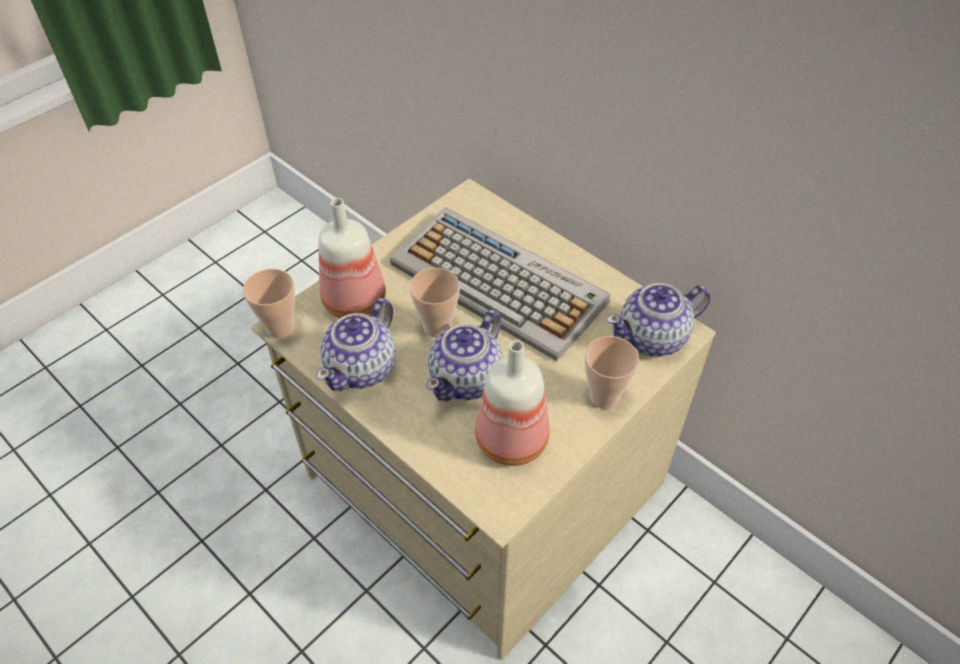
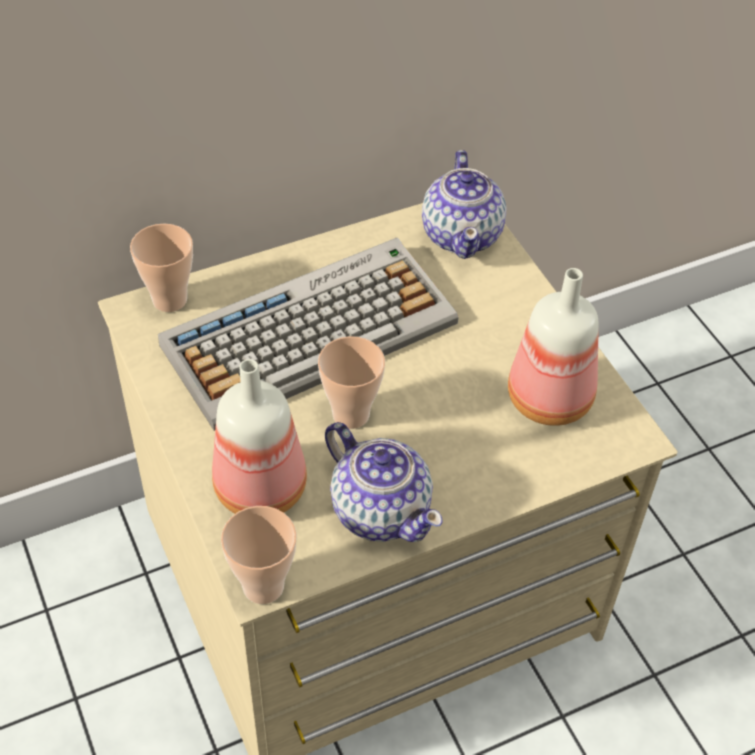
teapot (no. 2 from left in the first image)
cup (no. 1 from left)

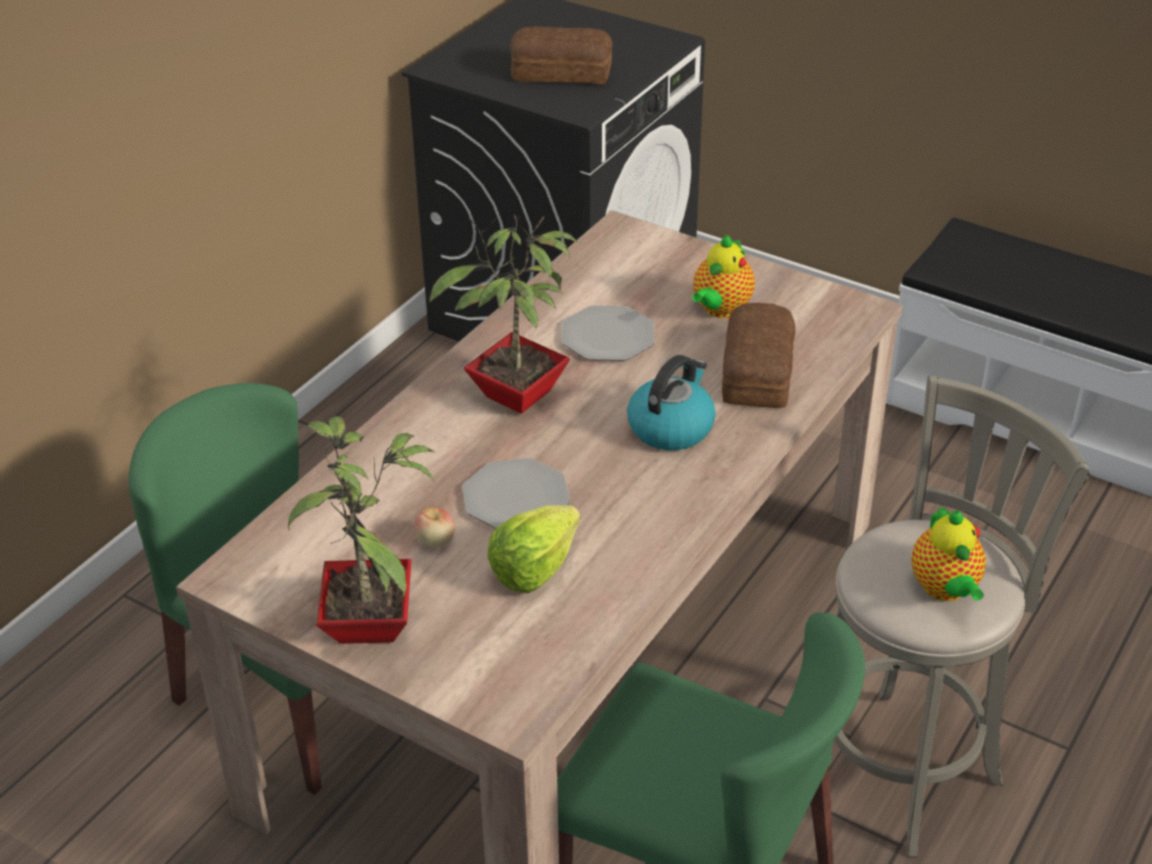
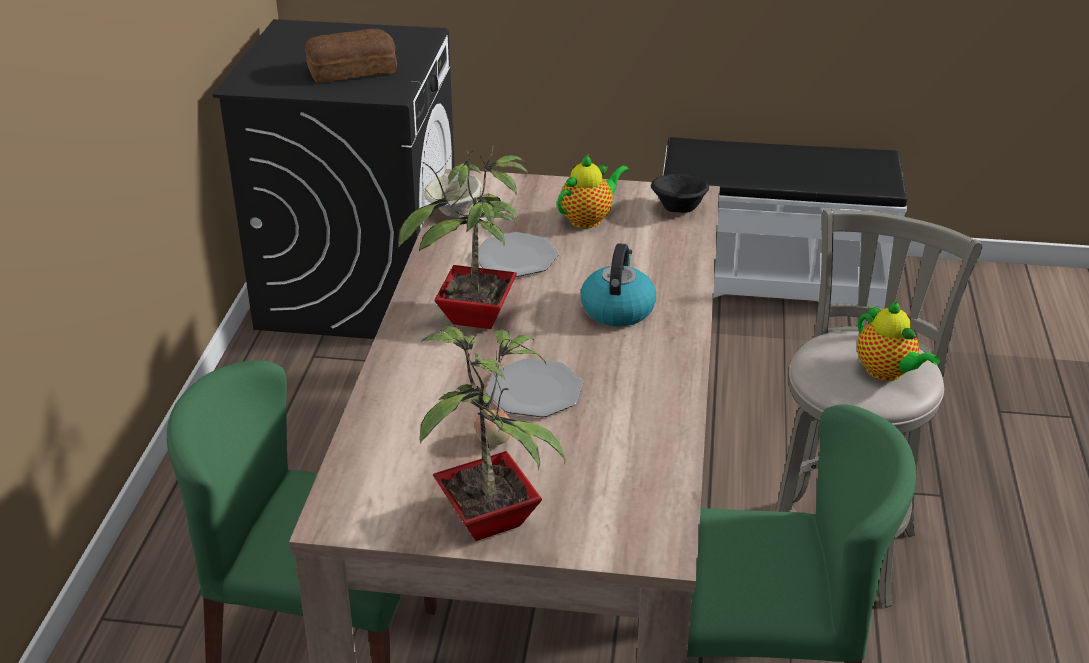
lettuce
bread (no. 2 from left in the first image)
beige bowl
black bowl
teapot (no. 1 from left)

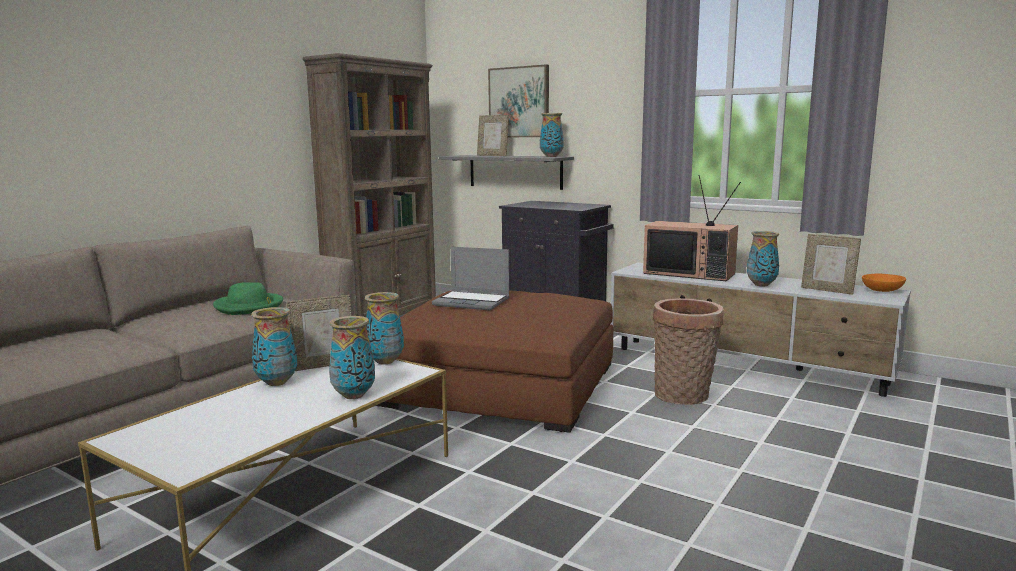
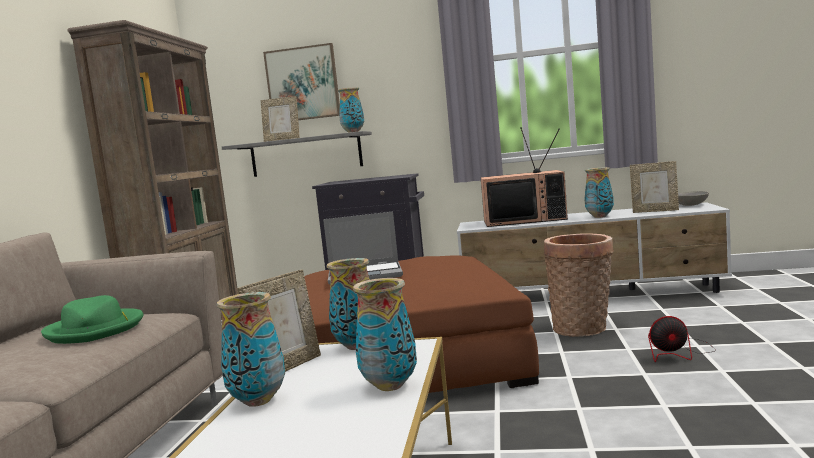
fan
grey bowl

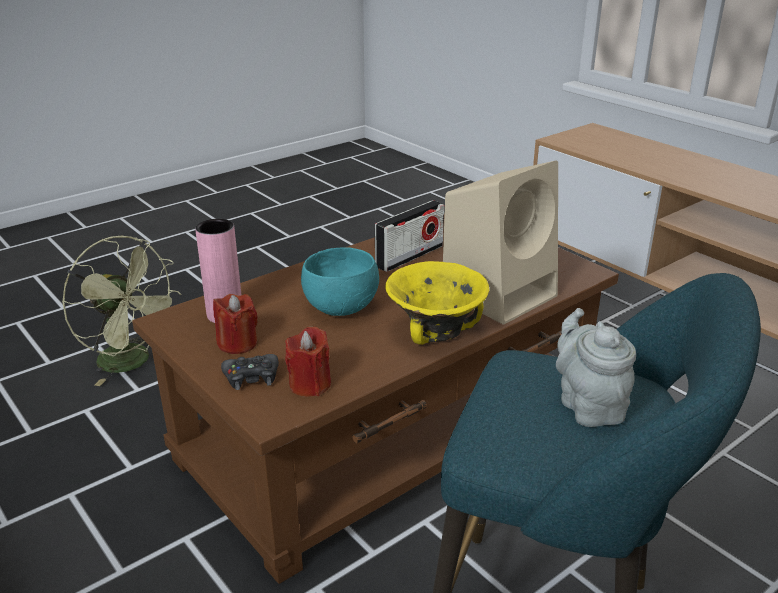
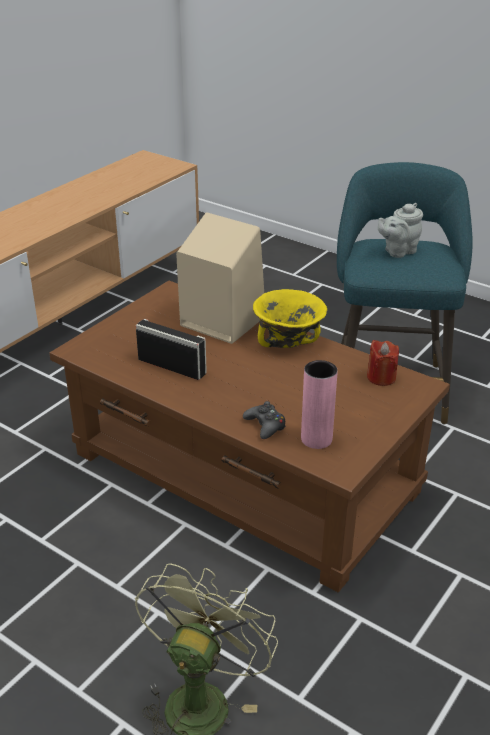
red candle (no. 1 from left in the first image)
turquoise bowl
black game controller

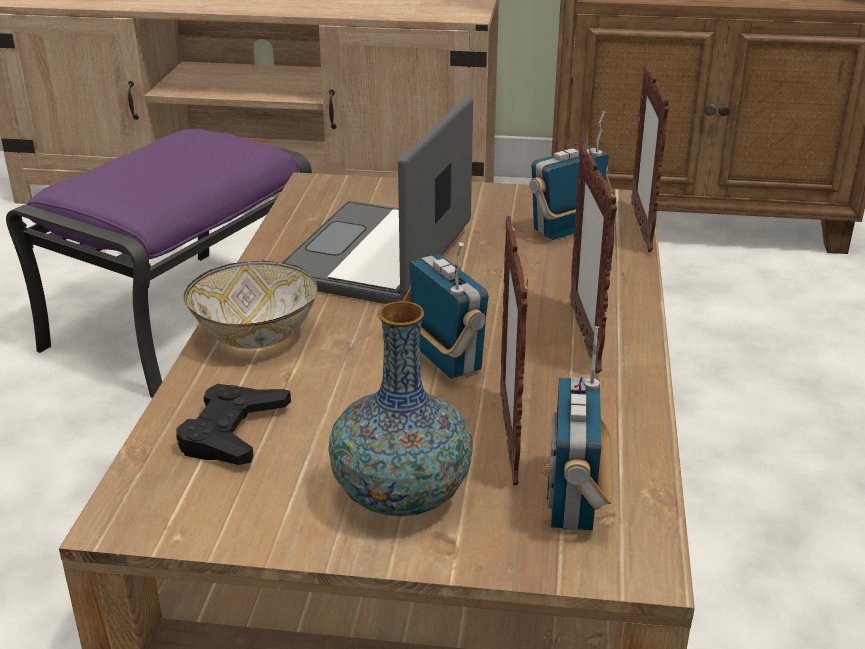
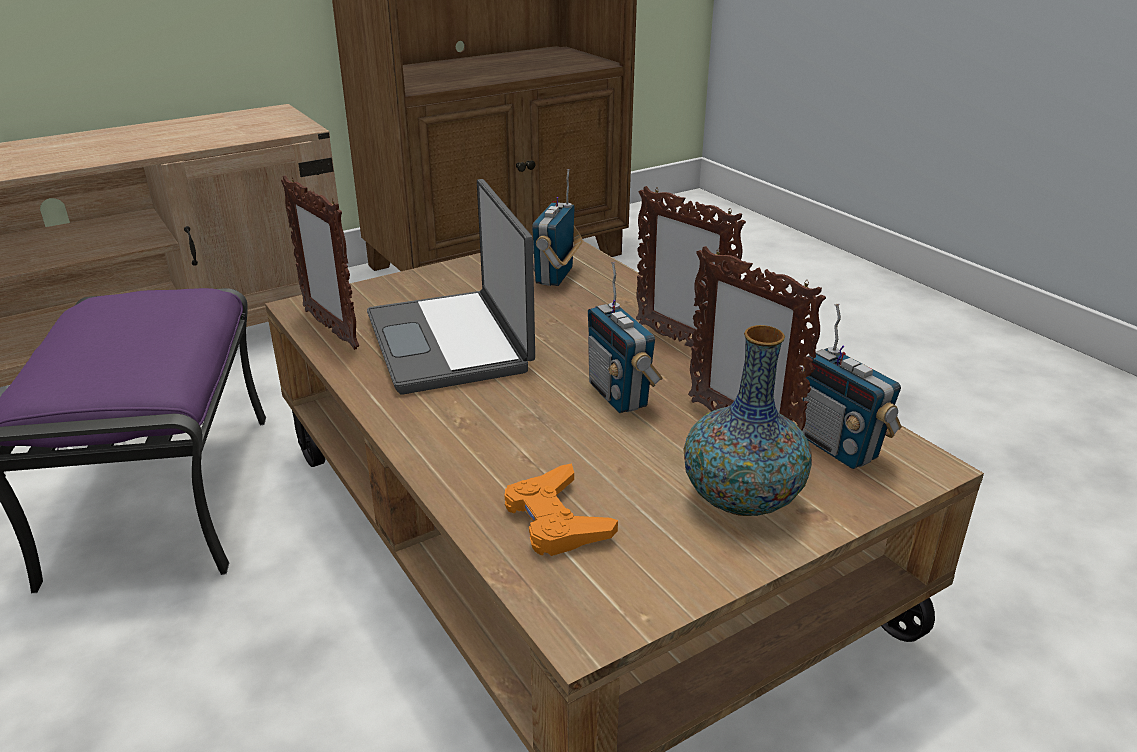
bowl
picture frame (no. 1 from left)
orange game controller
radio (no. 2 from left)

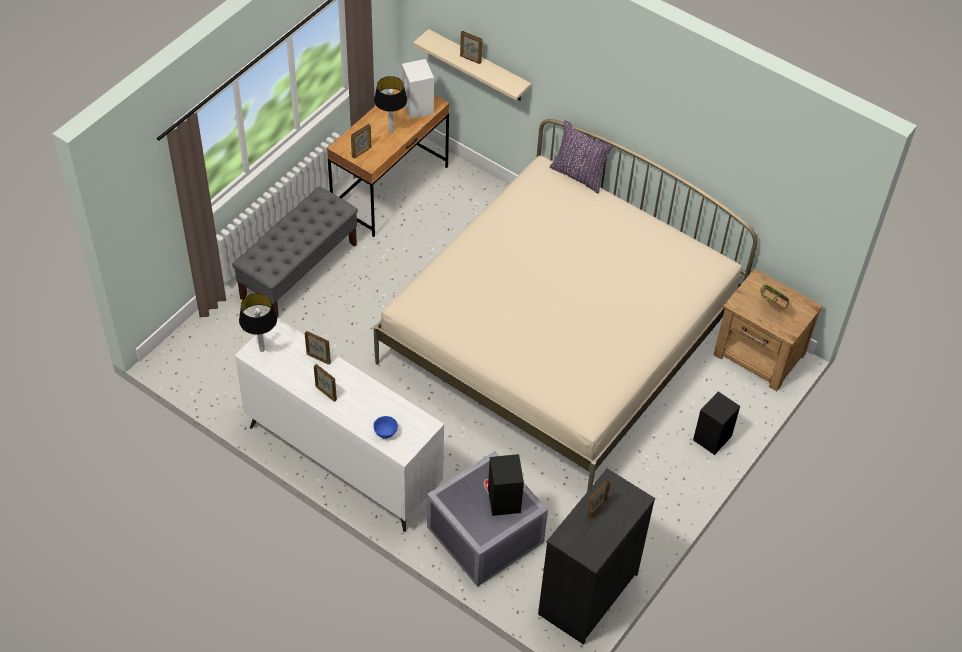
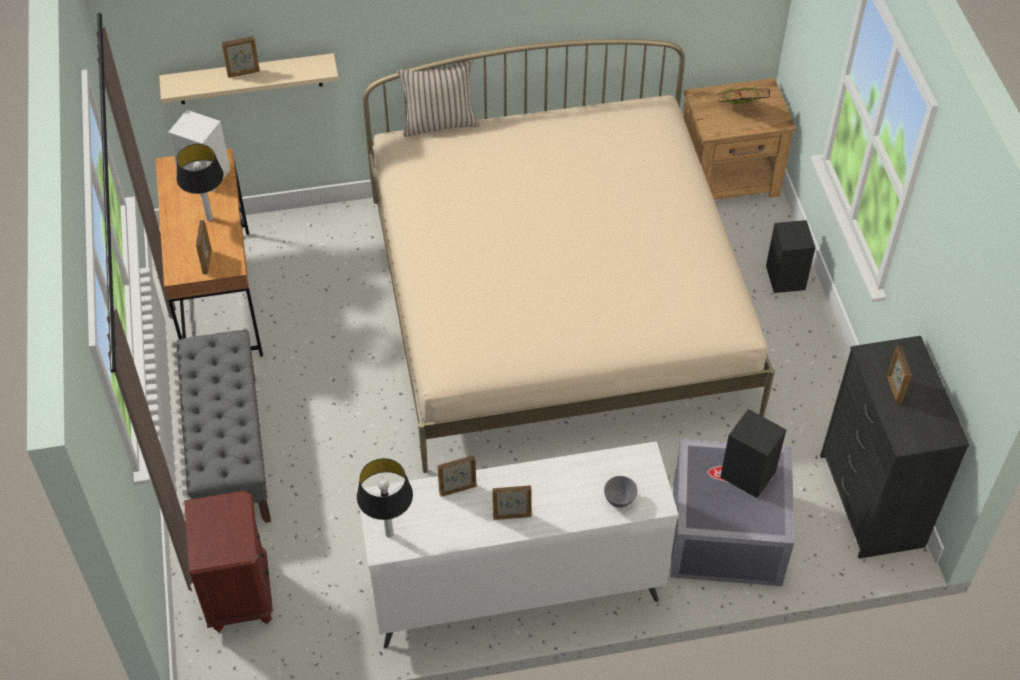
brown nightstand (no. 1 from left)
grey bowl
beige pillow

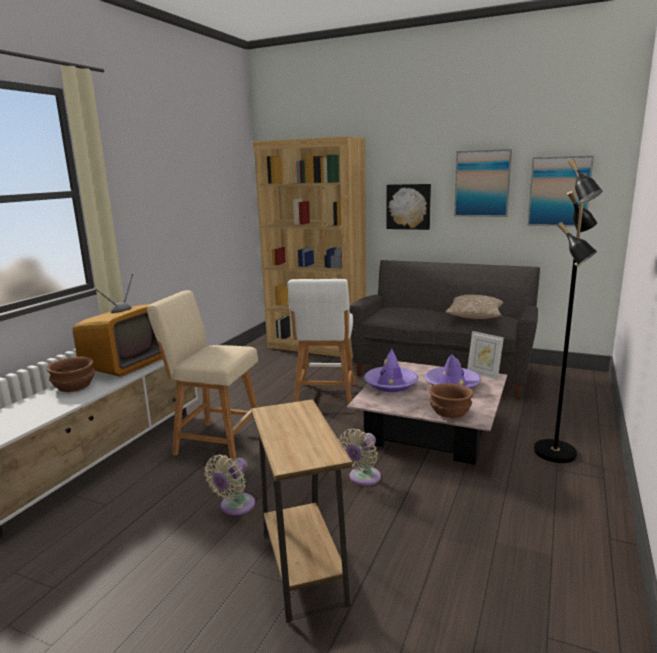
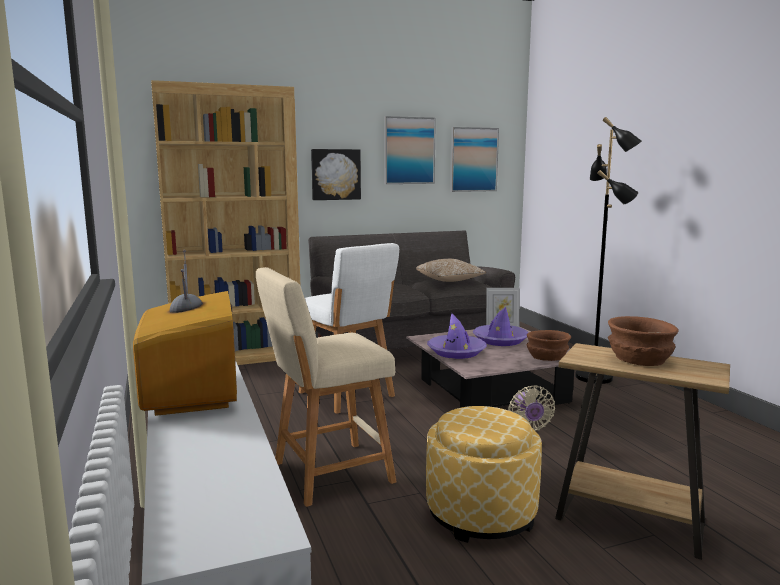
brown bowl (no. 2 from left)
ottoman

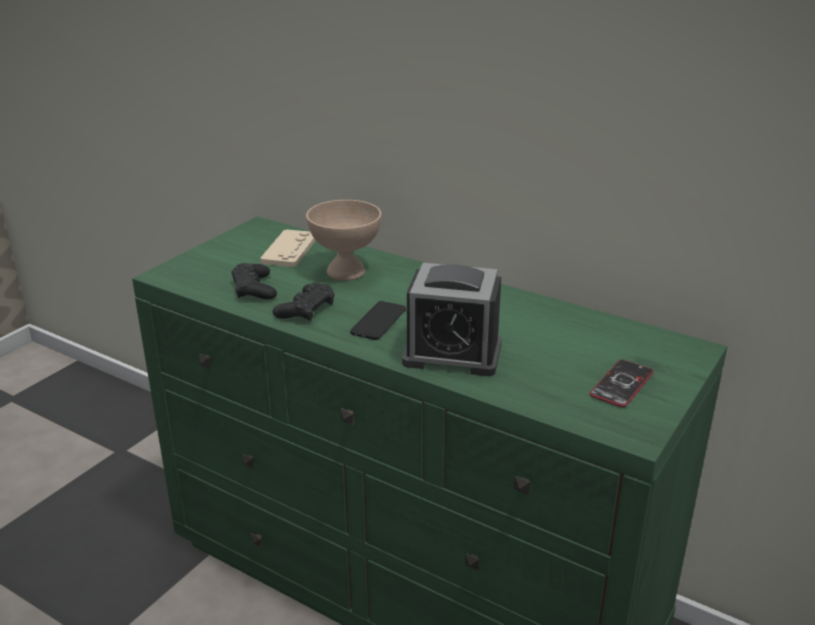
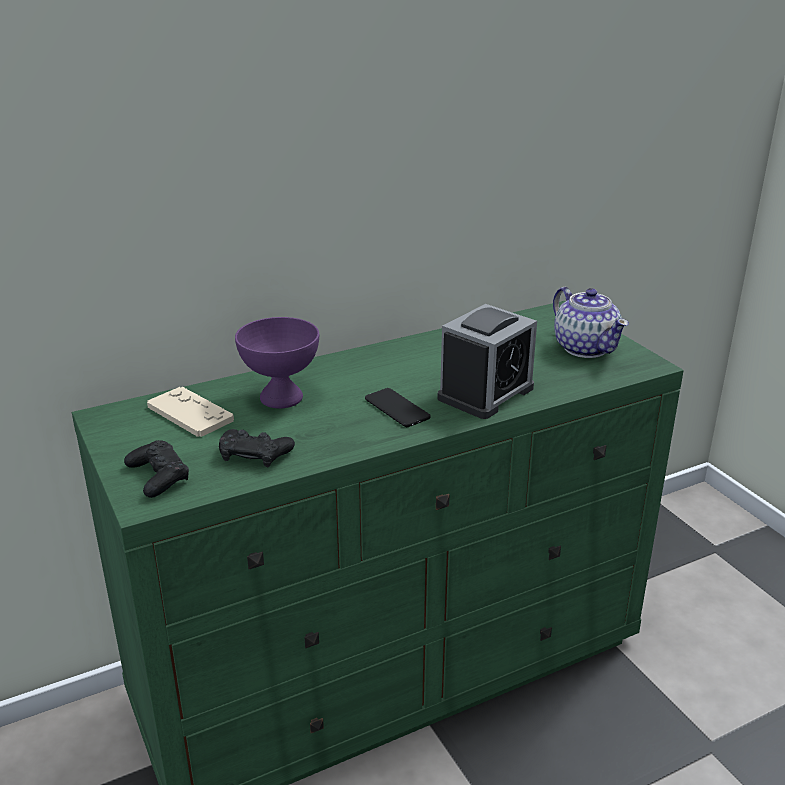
black game controller (no. 1 from left)
teapot
purple bowl

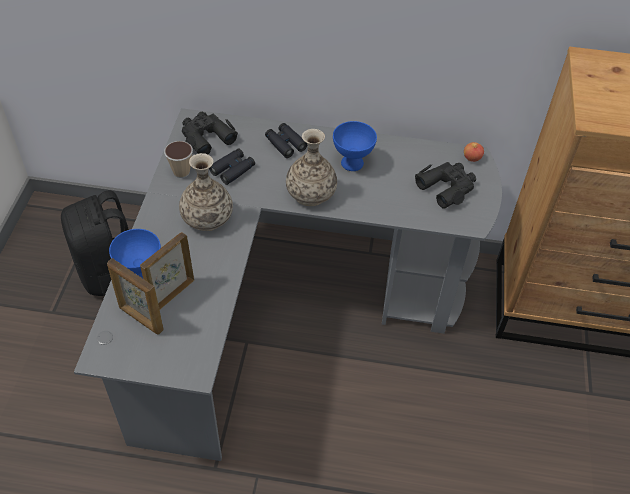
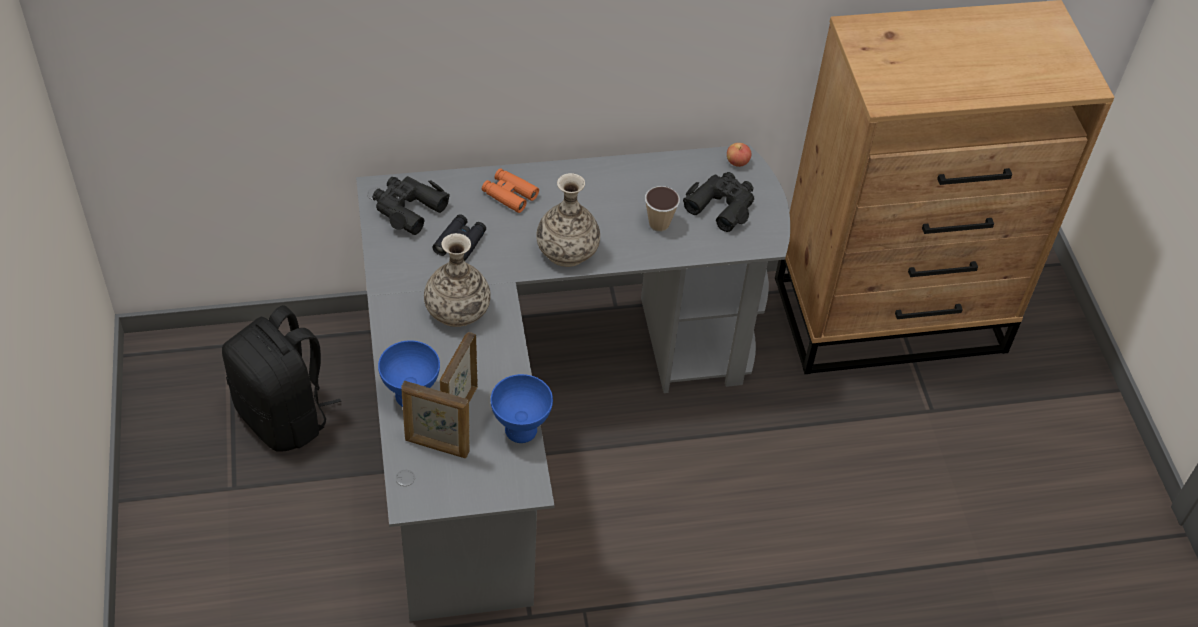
cup
blue bowl (no. 2 from left)
orange binoculars

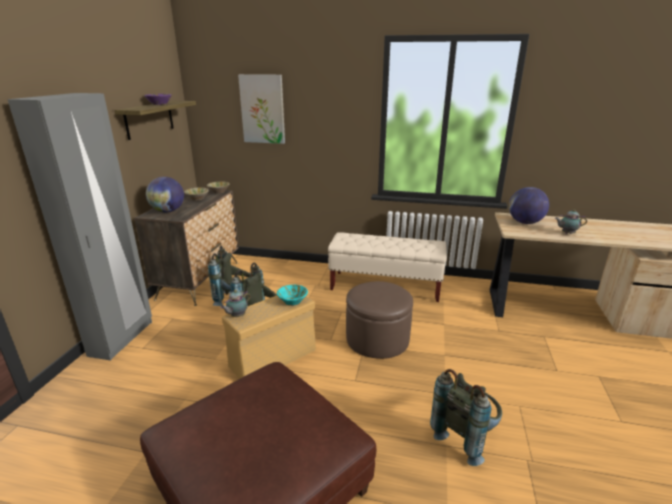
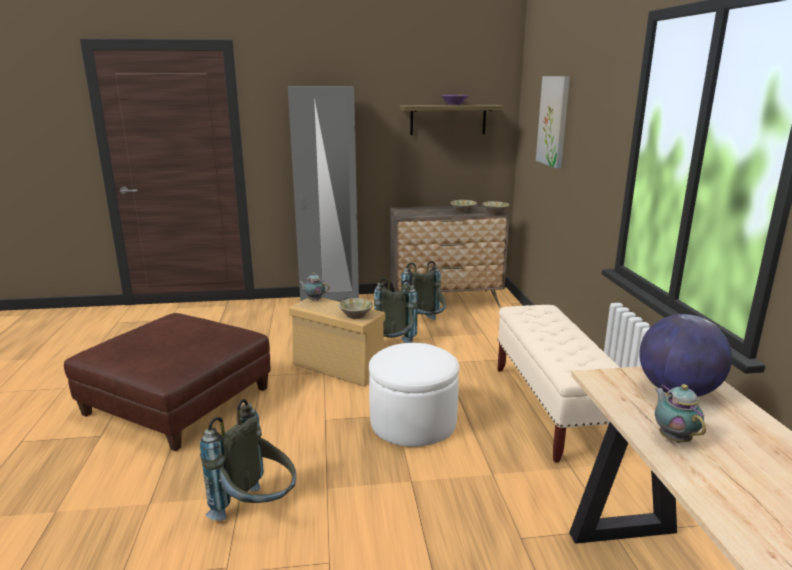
globe (no. 1 from left in the first image)
beige bowl (no. 1 from left)
white ottoman

